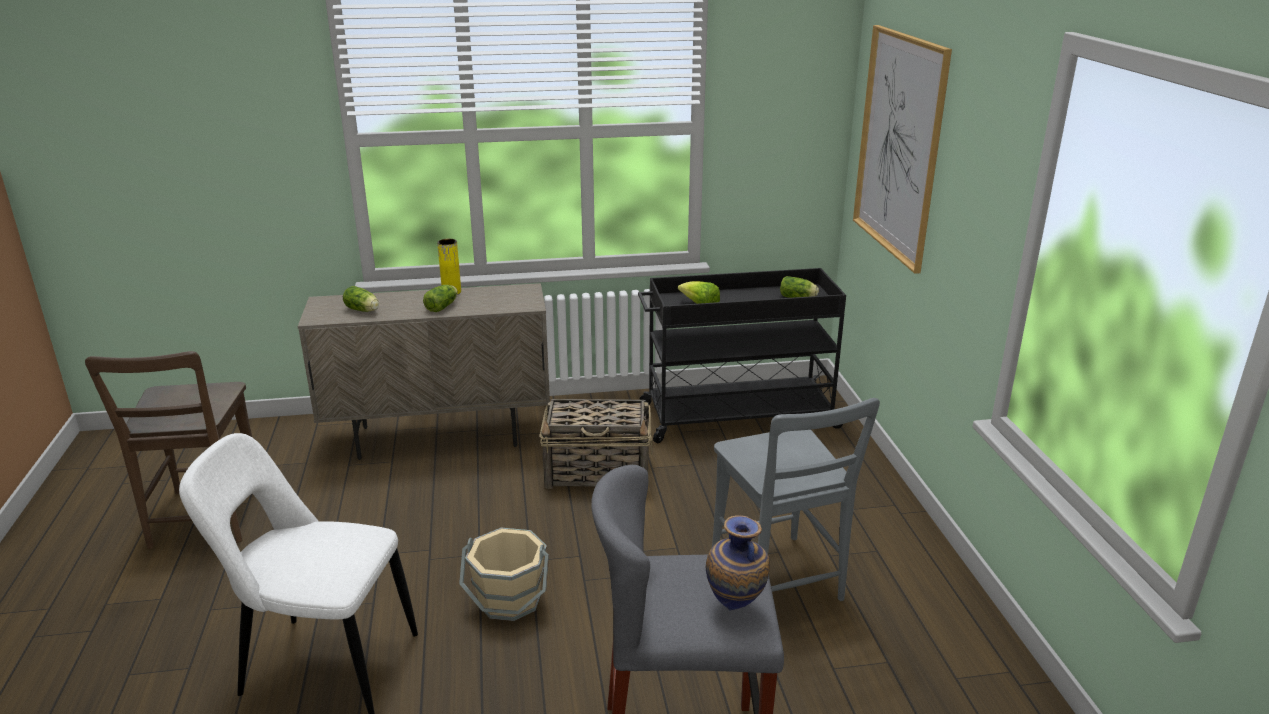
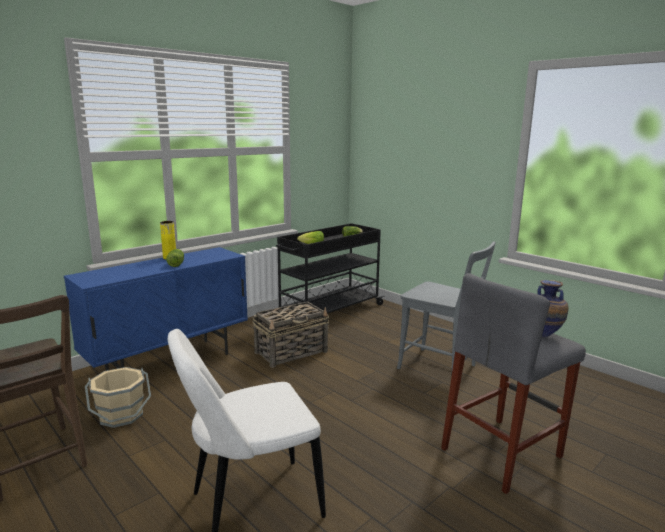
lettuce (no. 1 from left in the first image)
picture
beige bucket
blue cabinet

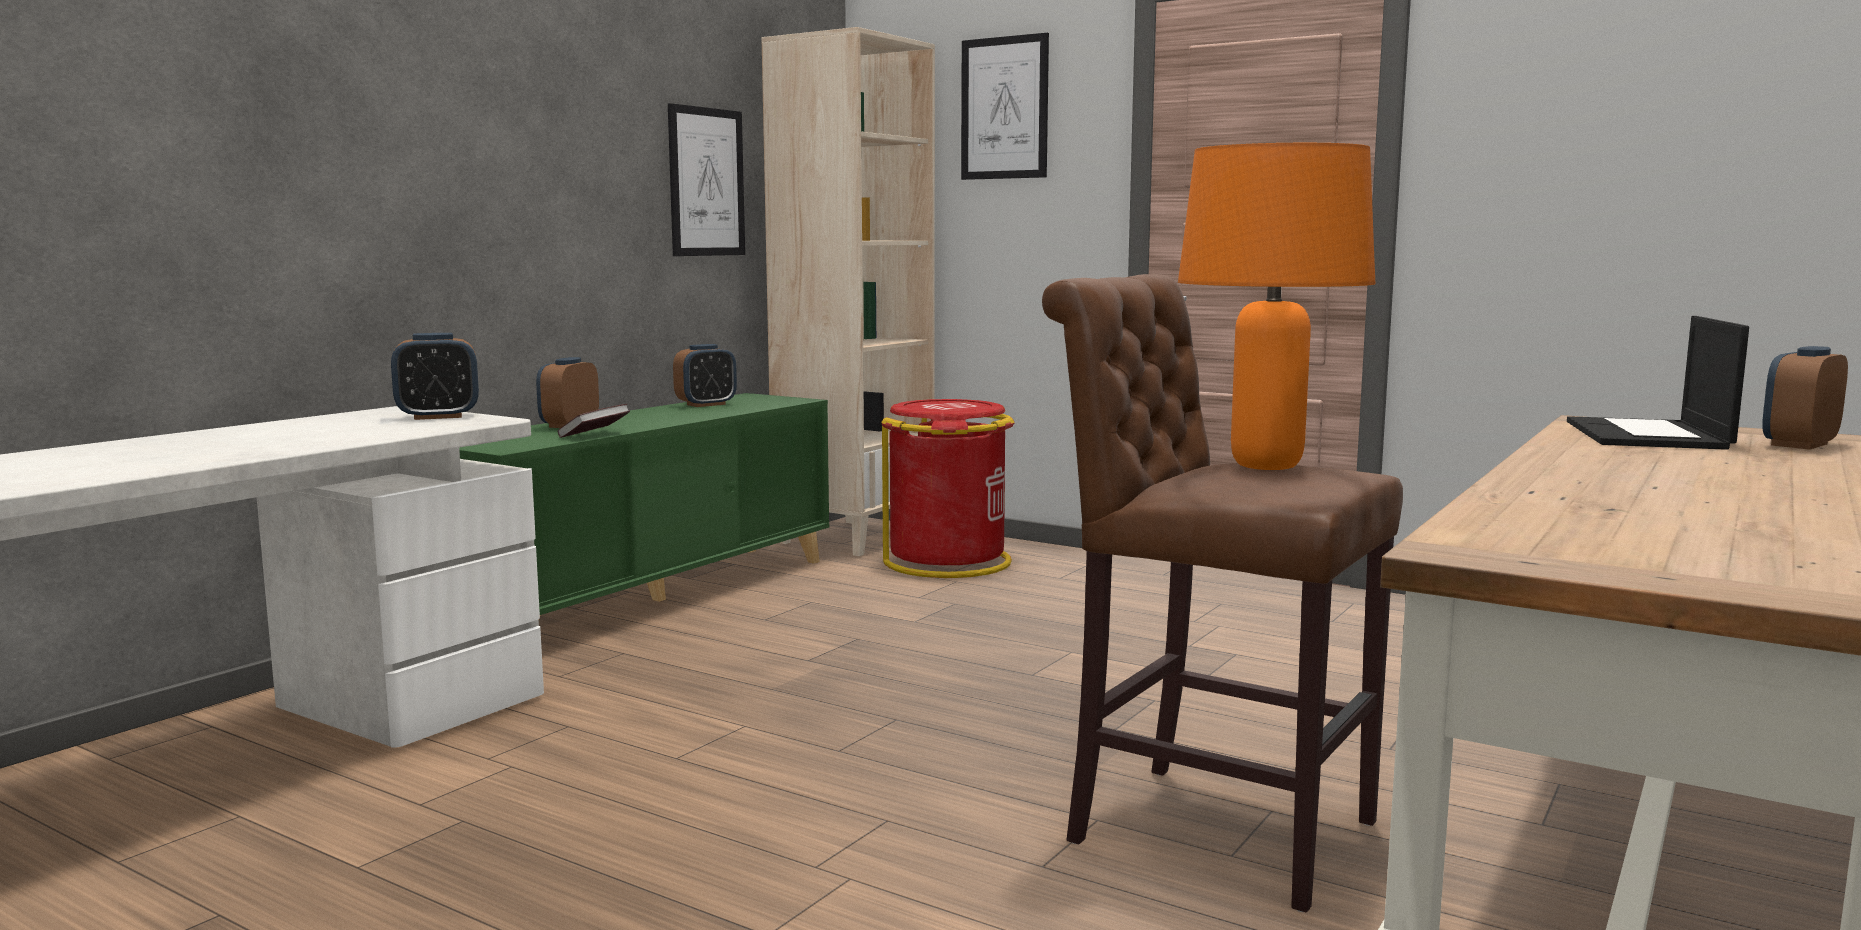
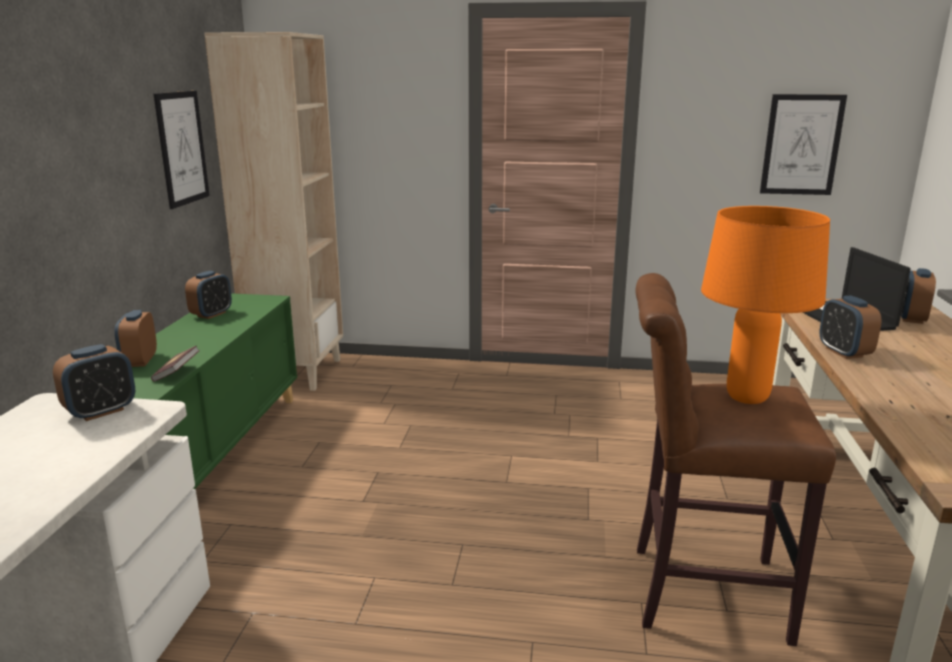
red trash can
alarm clock (no. 4 from left)
picture (no. 2 from left)

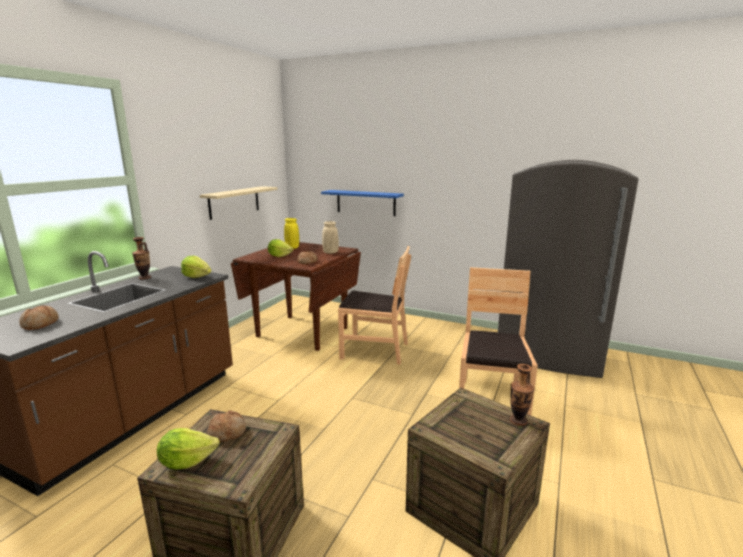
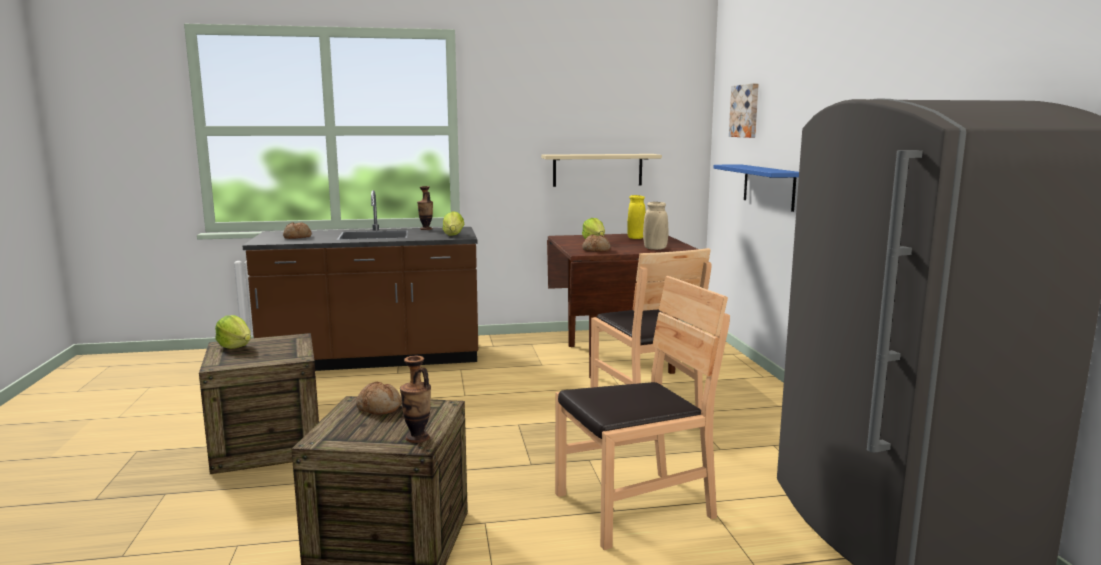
picture
bread (no. 2 from left)

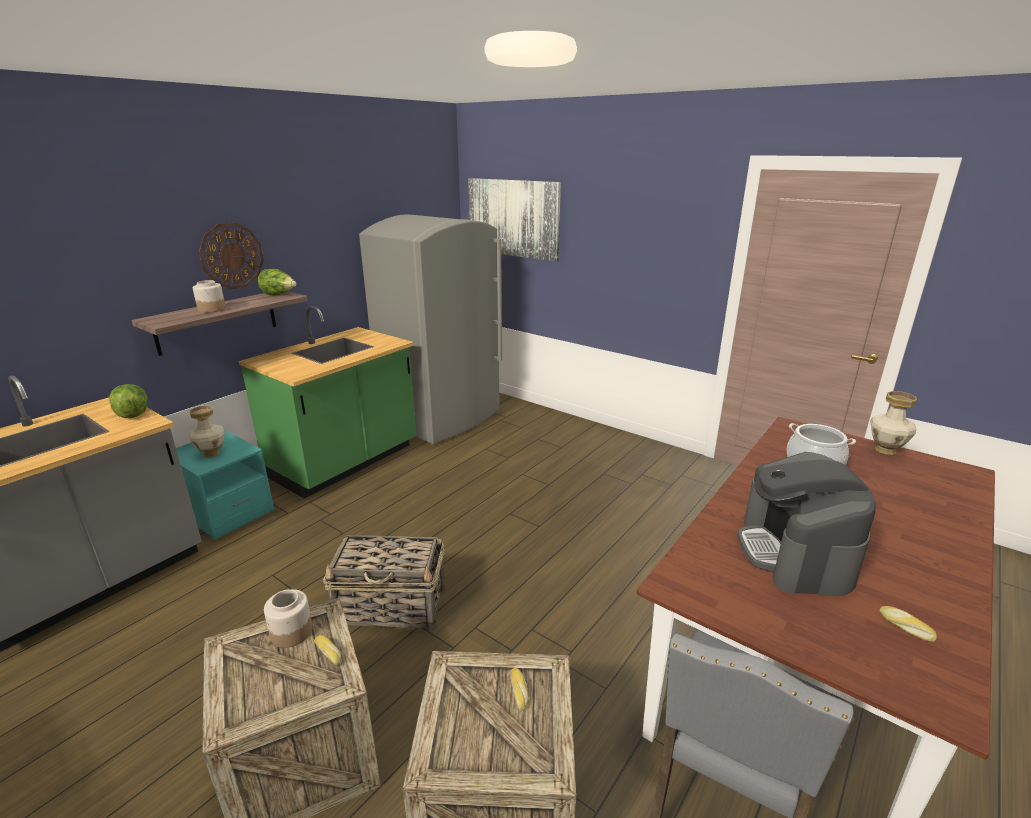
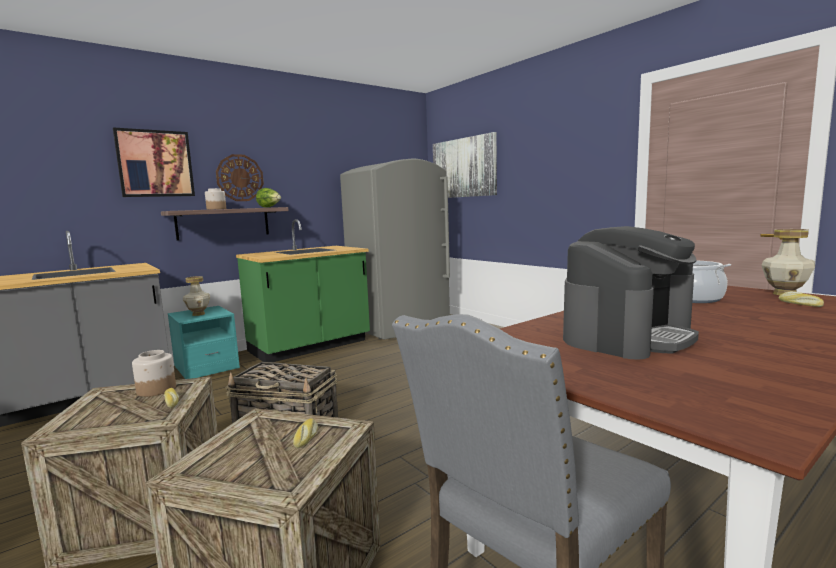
lettuce (no. 1 from left in the first image)
picture (no. 1 from left)
bread (no. 3 from left)
coffee machine

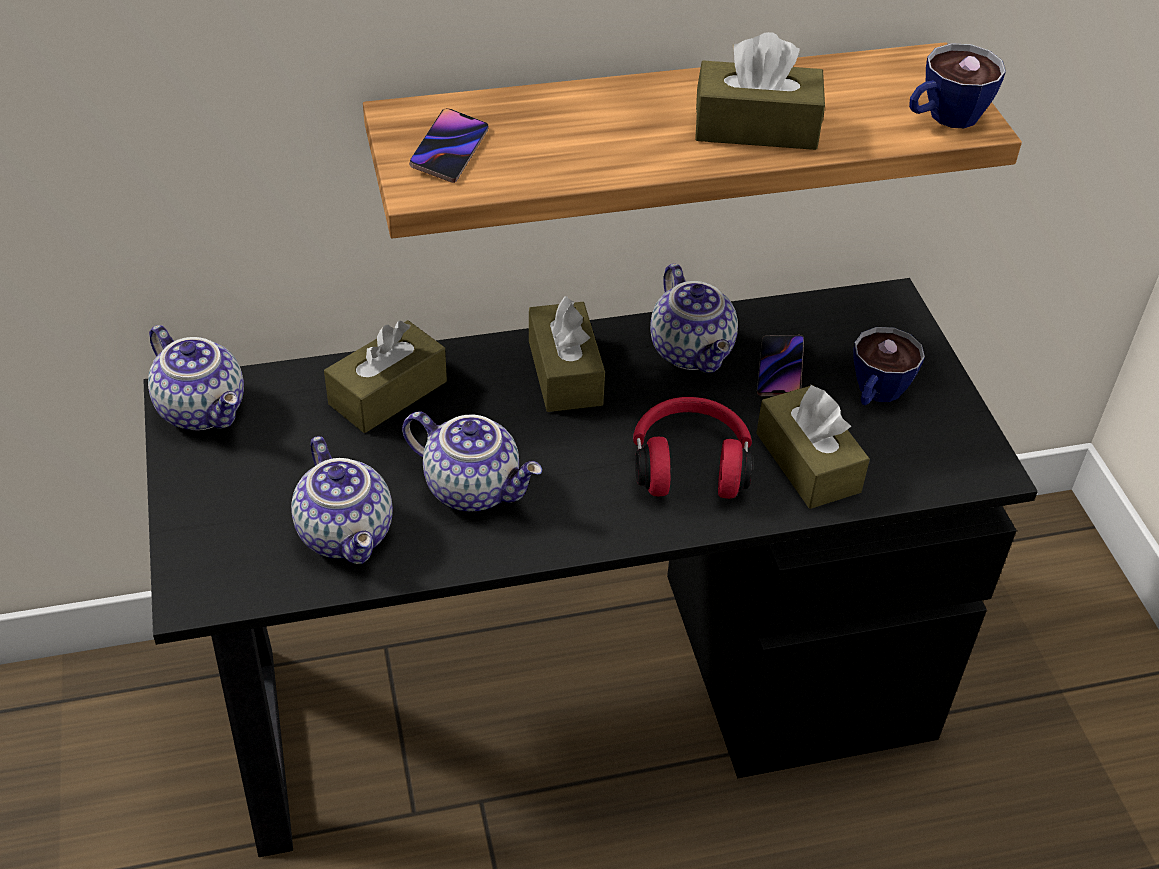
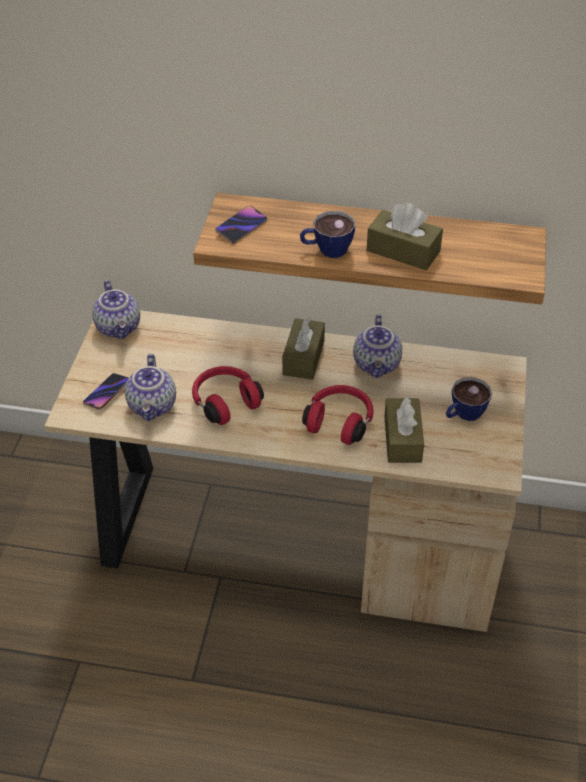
brown tissue box (no. 1 from left in the first image)
phone (no. 1 from left)
cup (no. 1 from left)
red headphones (no. 1 from left)
beige desk

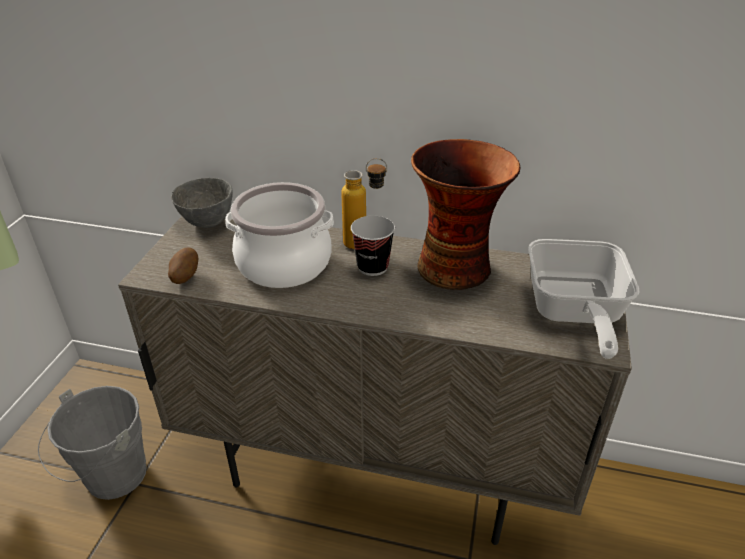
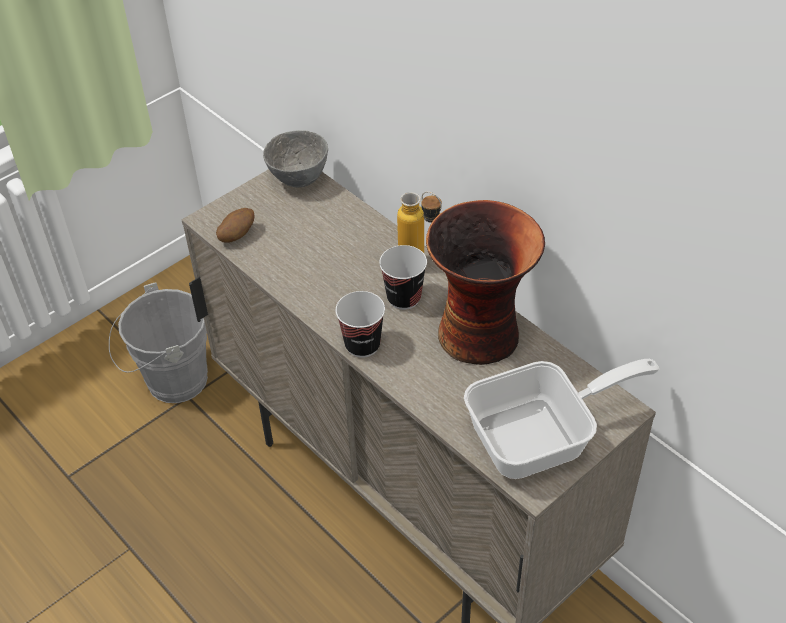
cooking pot
cup (no. 1 from left)
frying pan

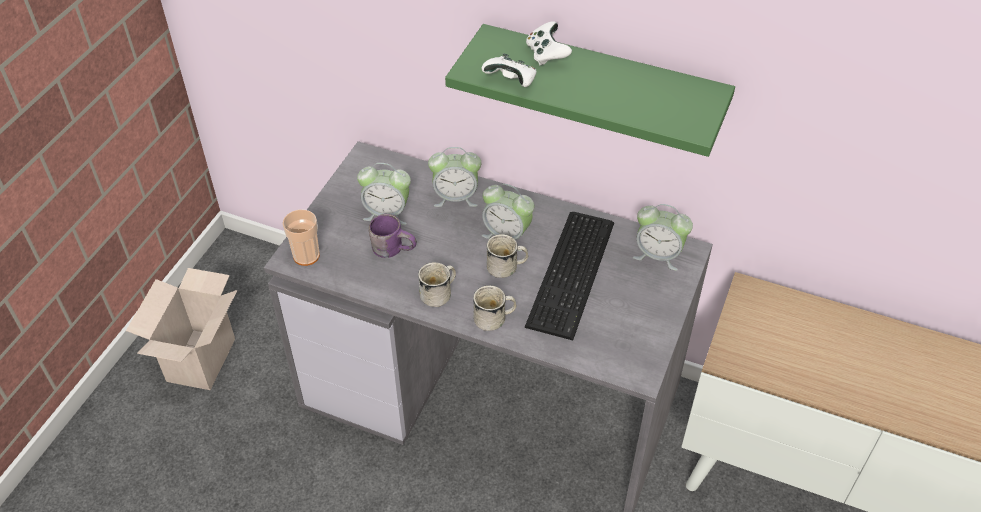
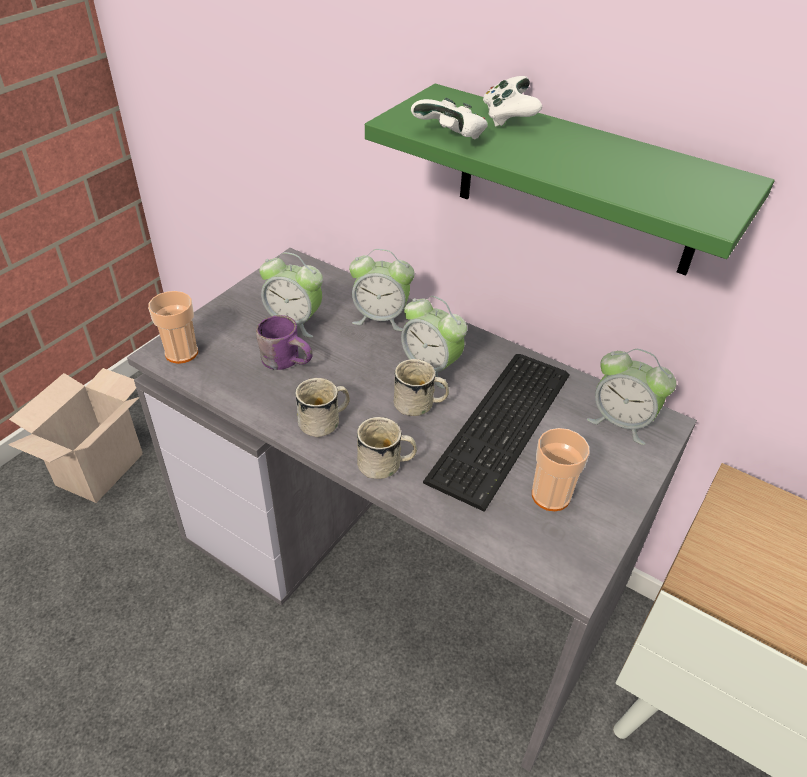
cup (no. 2 from left)

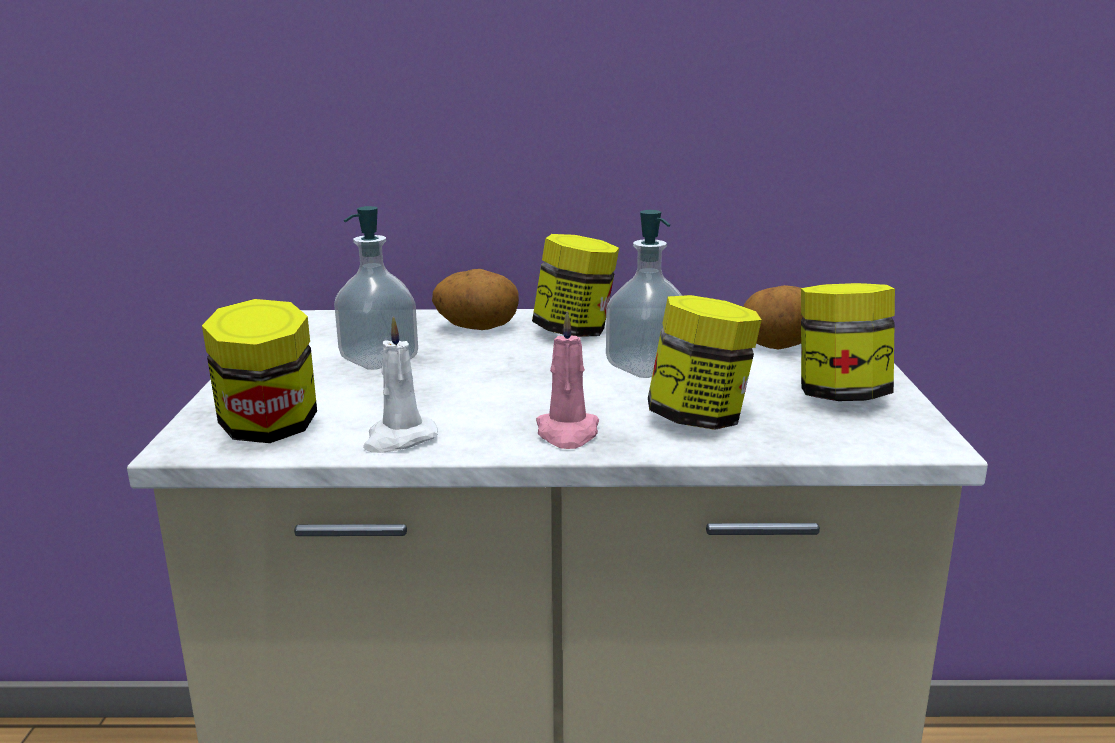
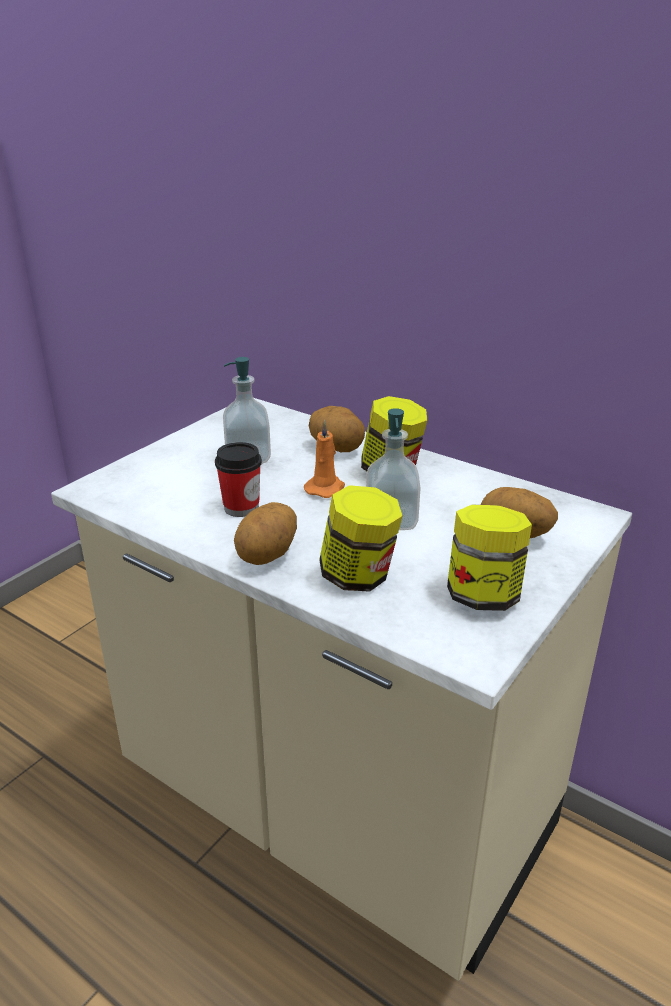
jar (no. 1 from left in the first image)
white candle
cup
orange candle
potato (no. 1 from left)

